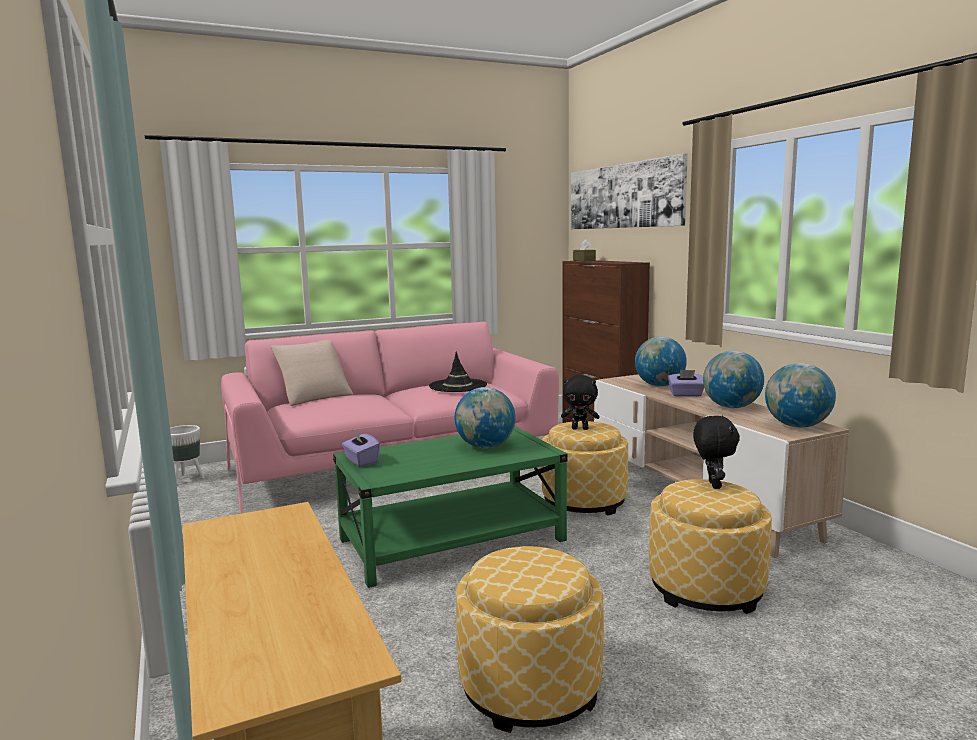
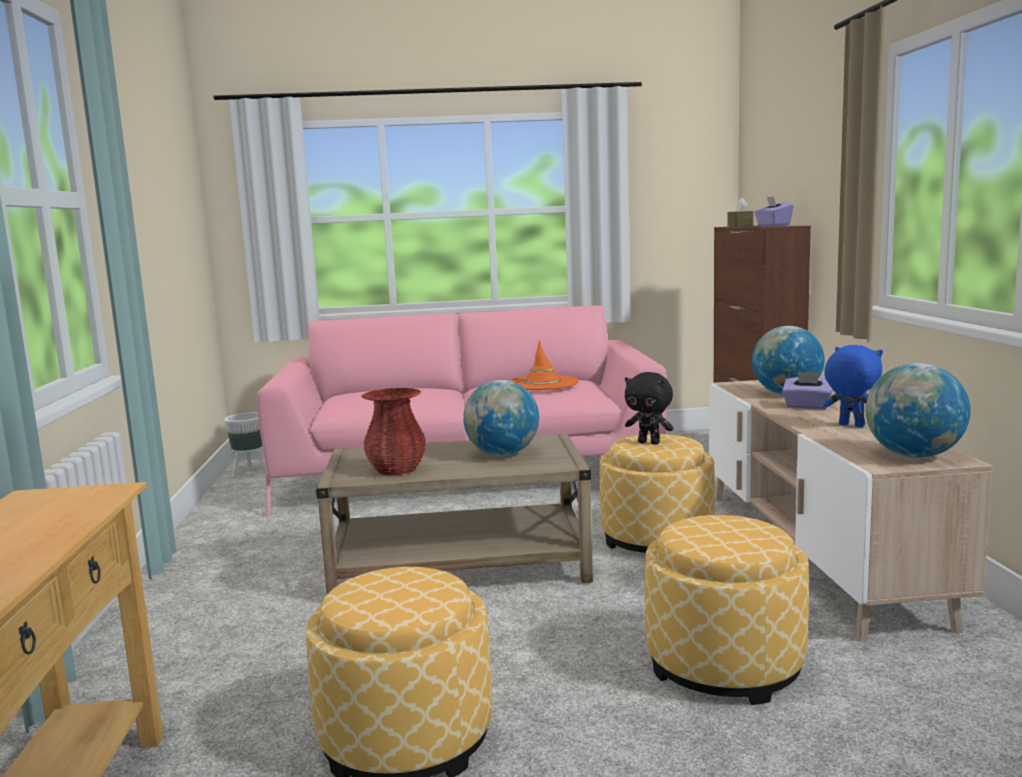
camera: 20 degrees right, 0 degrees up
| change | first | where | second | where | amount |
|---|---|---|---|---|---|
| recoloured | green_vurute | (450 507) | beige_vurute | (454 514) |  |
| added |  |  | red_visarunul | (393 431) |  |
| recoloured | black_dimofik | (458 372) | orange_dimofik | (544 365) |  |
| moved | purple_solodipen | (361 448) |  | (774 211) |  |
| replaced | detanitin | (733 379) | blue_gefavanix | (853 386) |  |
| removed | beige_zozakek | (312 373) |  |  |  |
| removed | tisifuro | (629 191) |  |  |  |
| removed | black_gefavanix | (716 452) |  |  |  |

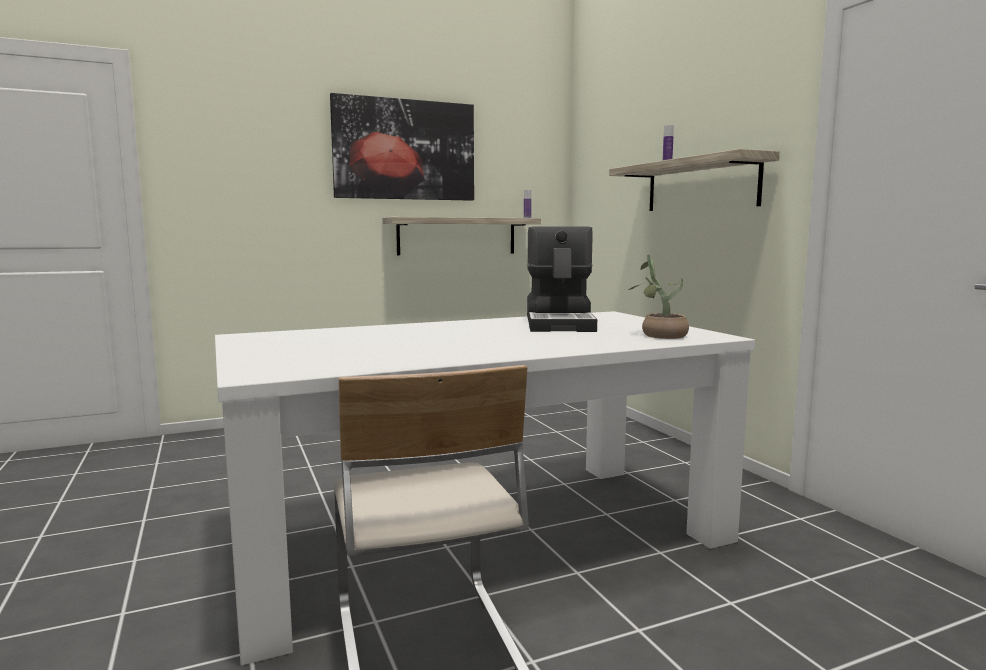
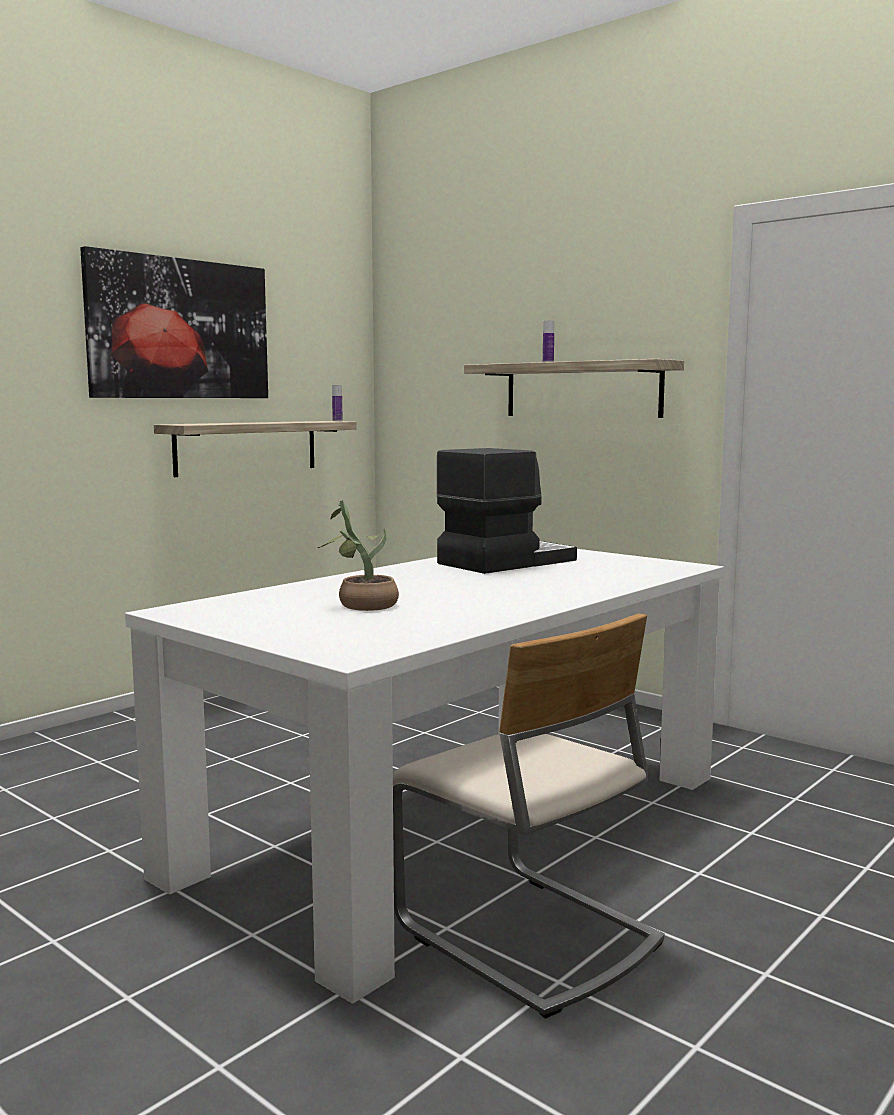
camera: 25 degrees left, 0 degrees up
| change | first | where | second | where | amount |
|---|---|---|---|---|---|
| moved | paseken | (658 297) |  | (358 555) |  |
| turned | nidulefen | (562 279) |  | (506 511) | 105 degrees counterclockwise |

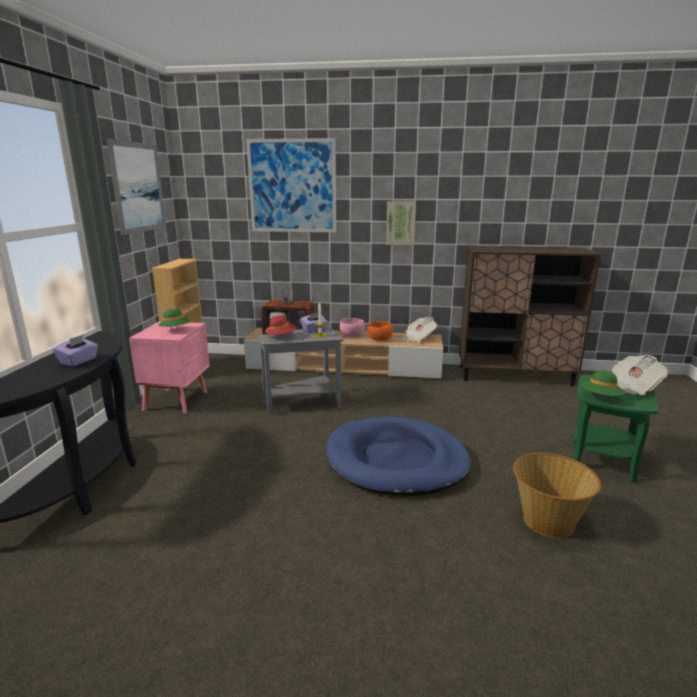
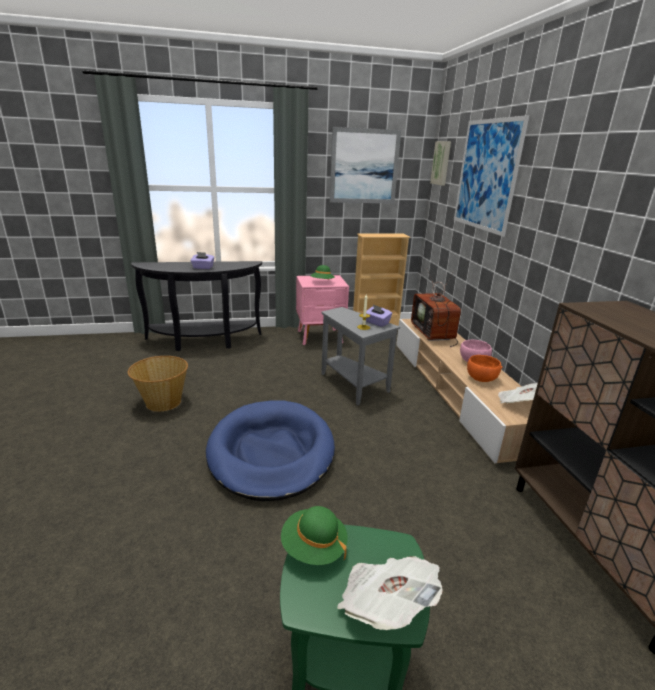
camera: 70 degrees right, 5 degrees up
| change | first | where | second | where | amount |
|---|---|---|---|---|---|
| moved | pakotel | (557 495) |  | (158 383) |  |
| moved | tisifuro | (401 223) |  | (440 163) |  |
| removed | red_dimofik | (281 326) |  |  |  |

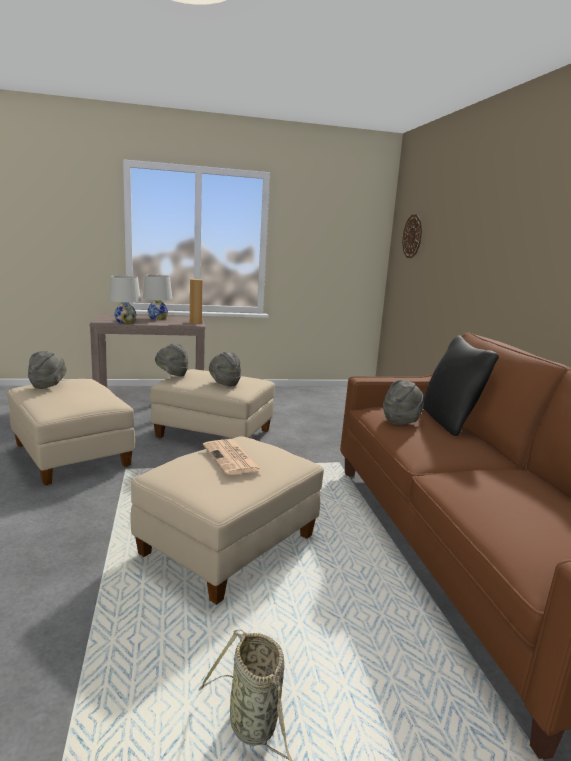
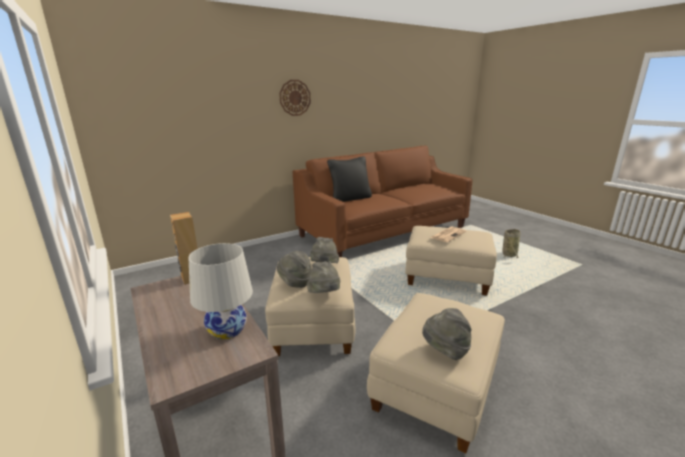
camera: 110 degrees left, 5 degrees up
| change | first | where | second | where | amount |
|---|---|---|---|---|---|
| moved | grey_dimofik | (403 402) |  | (294 269) |  |
| moved | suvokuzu | (412 236) |  | (295 98) |  |
| removed | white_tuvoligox | (157 297) |  |  |  |

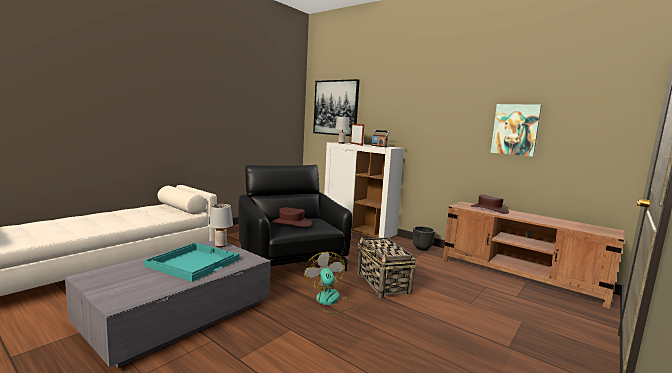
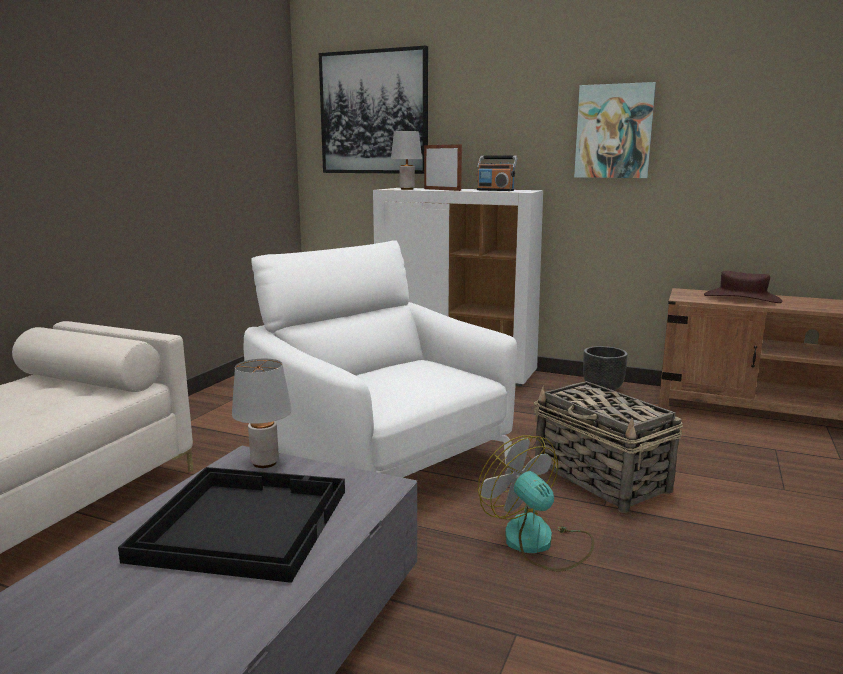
camera: 15 degrees left, 5 degrees up
| change | first | where | second | where | amount |
|---|---|---|---|---|---|
| recoloured | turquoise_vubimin | (191 262) | black_vubimin | (231 525) |  |
| recoloured | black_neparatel | (295 218) | white_neparatel | (380 359) |  |
| moved | tisifuro | (516 130) |  | (615 130) |  |
| removed | brown_dimofik | (292 217) |  |  |  |

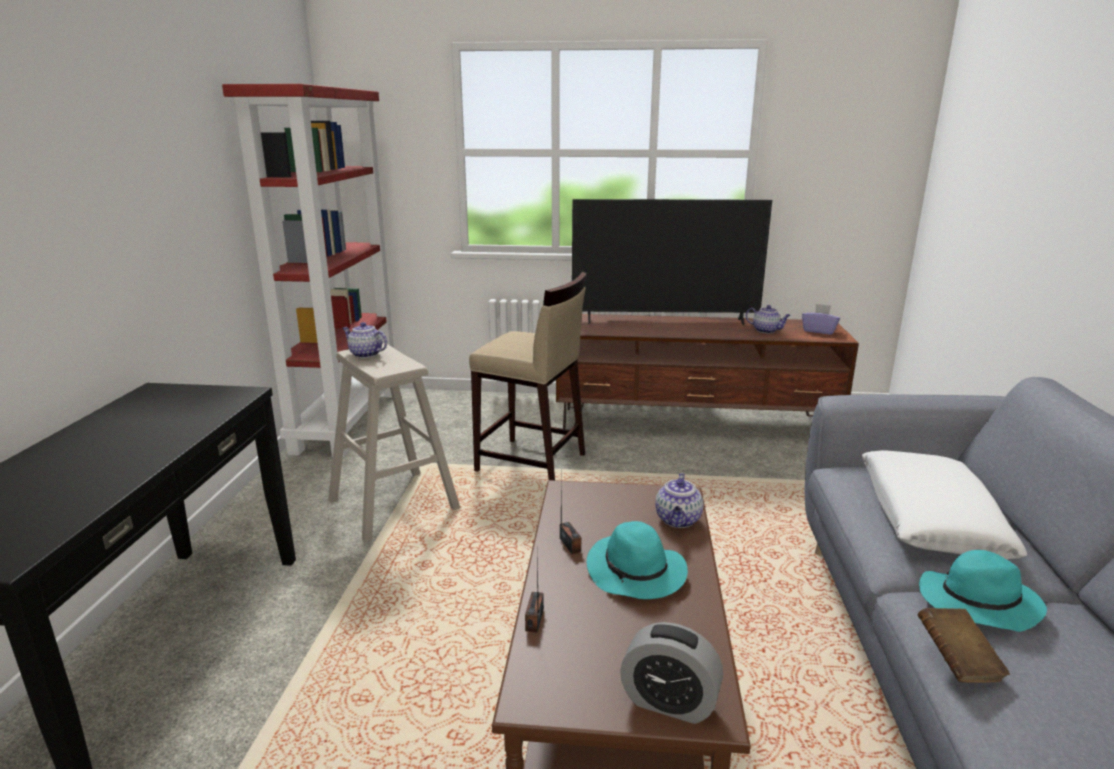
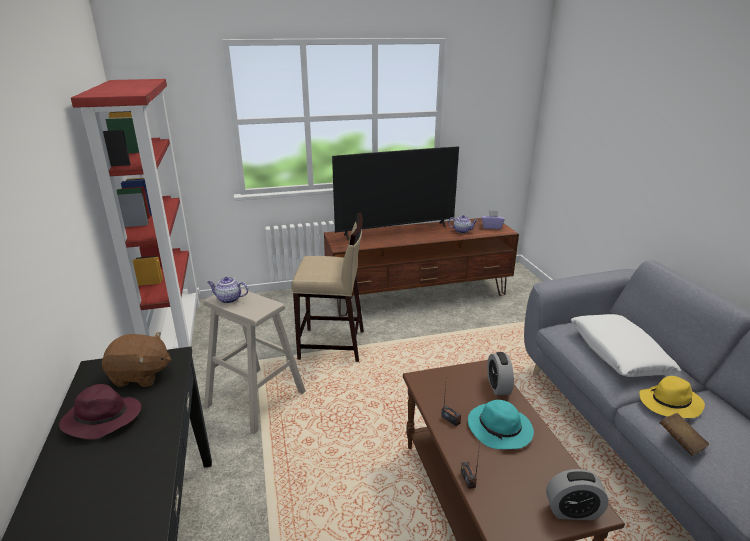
camera: 20 degrees left, 5 degrees up
| change | first | where | second | where | amount |
|---|---|---|---|---|---|
| added |  |  | purple_dimofik | (100 412) |  |
| added |  |  | brown_gefavanix | (136 359) |  |
| replaced | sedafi | (679 500) | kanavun | (500 373) |  |
| recoloured | turquoise_dimofik | (983 591) | yellow_dimofik | (672 397) |  |

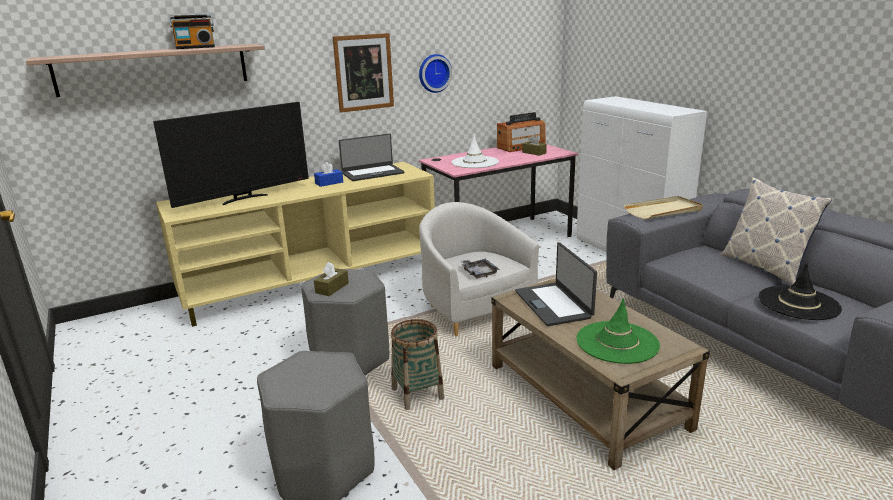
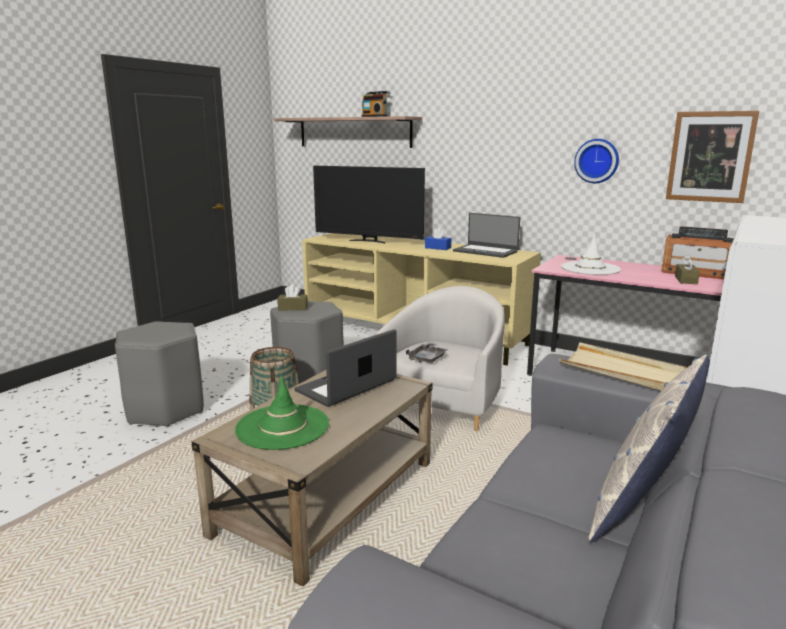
camera: 60 degrees right, 5 degrees down
| change | first | where | second | where | amount |
|---|---|---|---|---|---|
| moved | tisifuro | (363 73) |  | (712 157) |  |
| removed | black_dimofik | (800 291) |  |  |  |

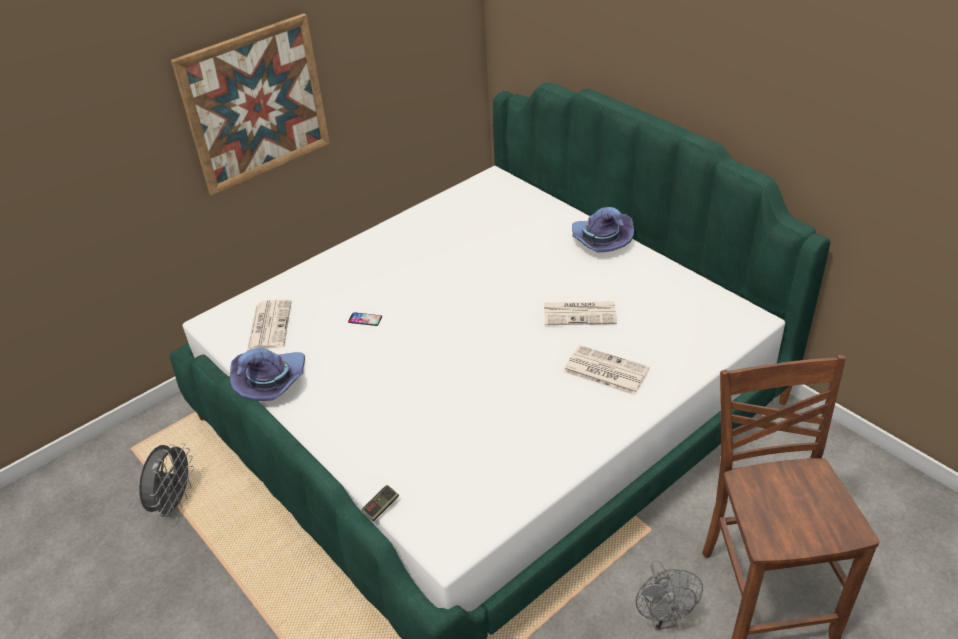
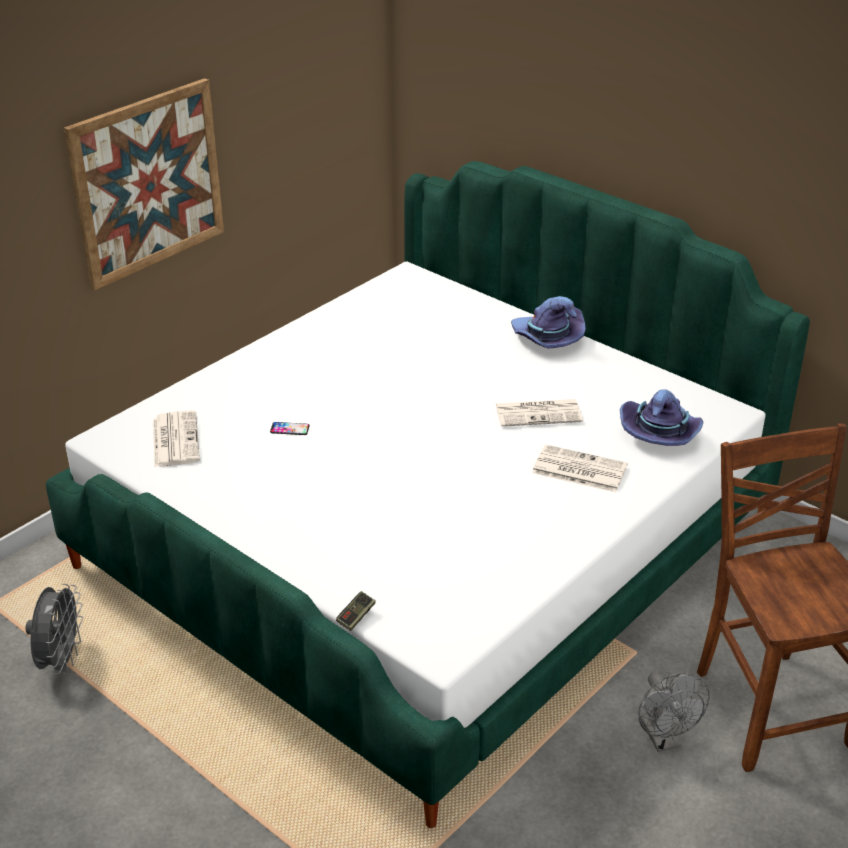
camera: 10 degrees left, 5 degrees down
| change | first | where | second | where | amount |
|---|---|---|---|---|---|
| moved | purple_dimofik | (267 374) |  | (661 417) |  |

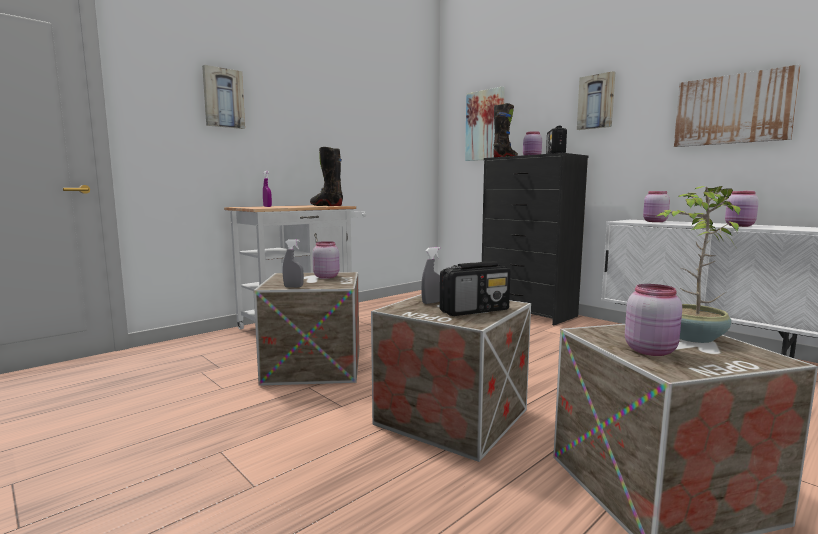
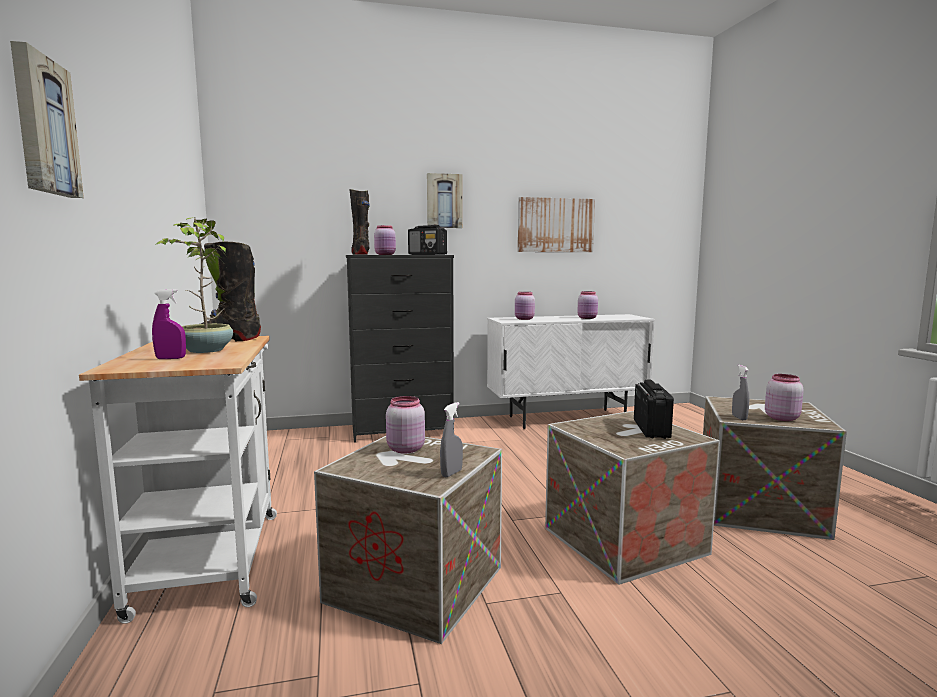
camera: 60 degrees left, 0 degrees up
| change | first | where | second | where | amount |
|---|---|---|---|---|---|
| moved | paseken | (699 264) |  | (194 285) |  |
| moved | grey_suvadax | (431 275) |  | (740 392) |  |
| removed | tisifuro | (485 124) |  |  |  |

